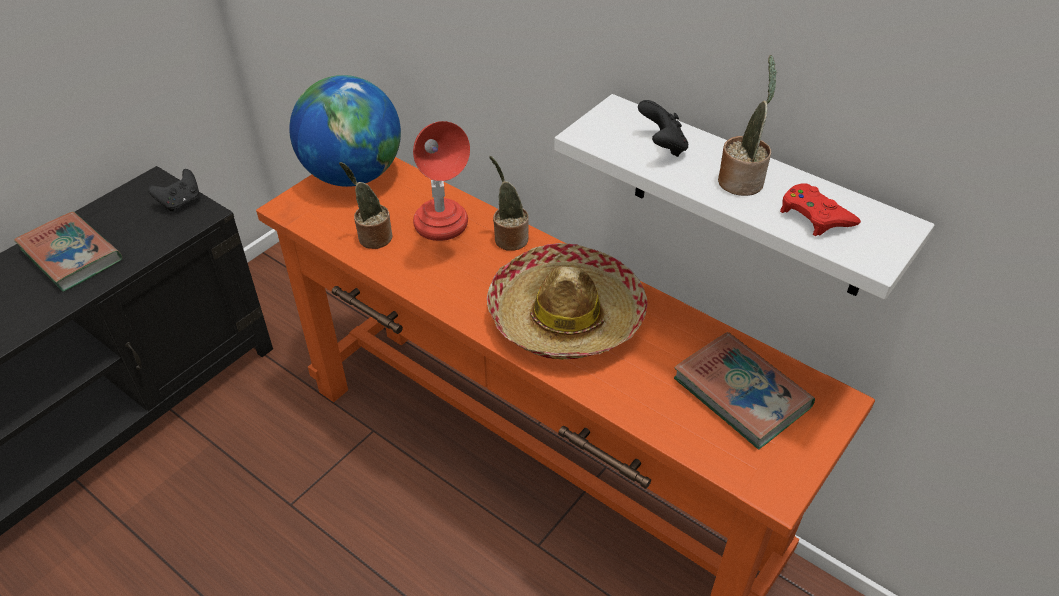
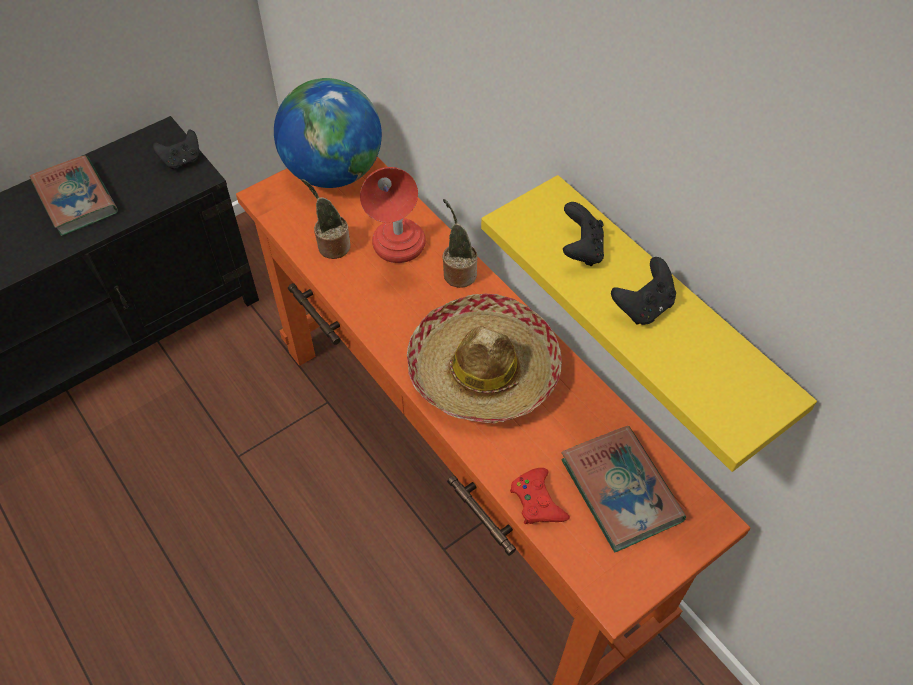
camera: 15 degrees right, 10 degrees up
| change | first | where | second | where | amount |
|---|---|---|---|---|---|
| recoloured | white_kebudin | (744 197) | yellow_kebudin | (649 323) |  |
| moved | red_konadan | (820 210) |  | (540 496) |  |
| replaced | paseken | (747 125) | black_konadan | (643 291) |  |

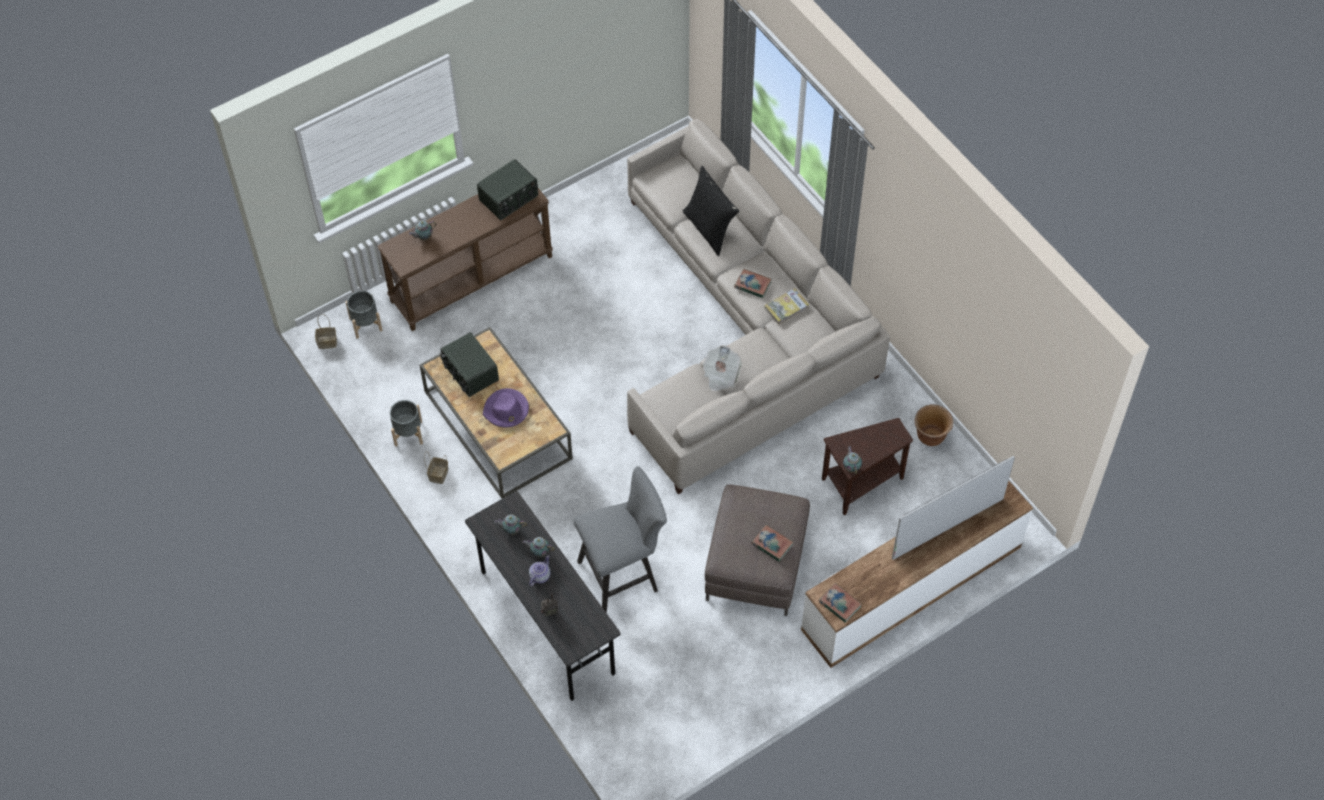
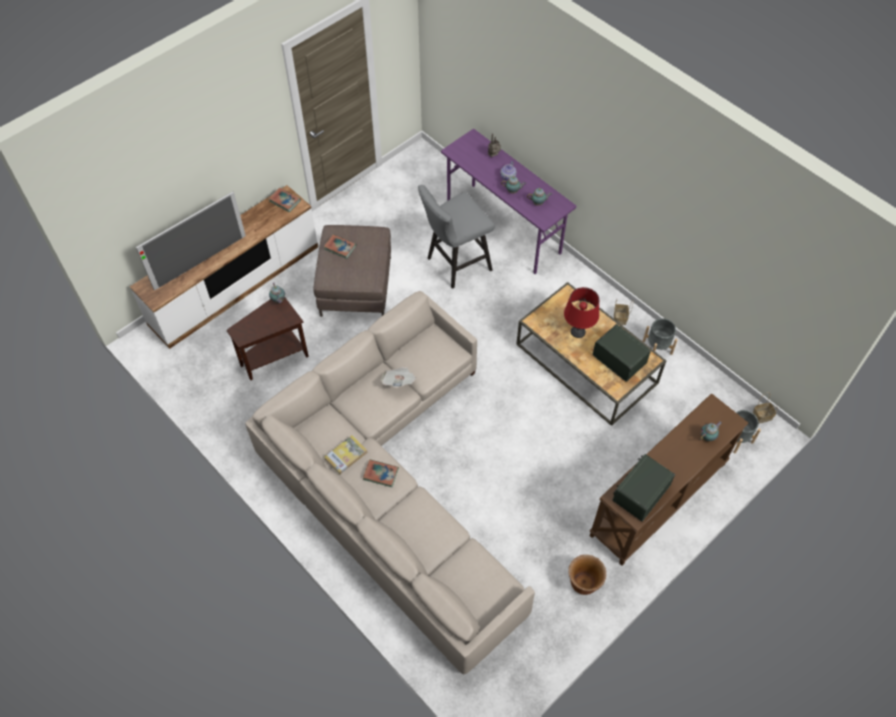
camera: 170 degrees right, 0 degrees up
| change | first | where | second | where | amount |
|---|---|---|---|---|---|
| recoloured | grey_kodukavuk | (543 596) | purple_kodukavuk | (508 201) |  |
| replaced | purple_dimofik | (506 407) | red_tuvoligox | (581 312) |  |
| moved | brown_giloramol | (934 425) |  | (587 575) |  |
| removed | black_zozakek | (711 211) |  |  |  |

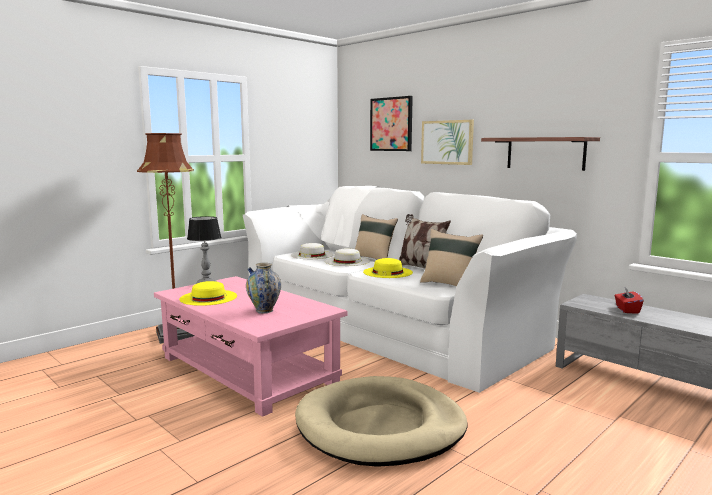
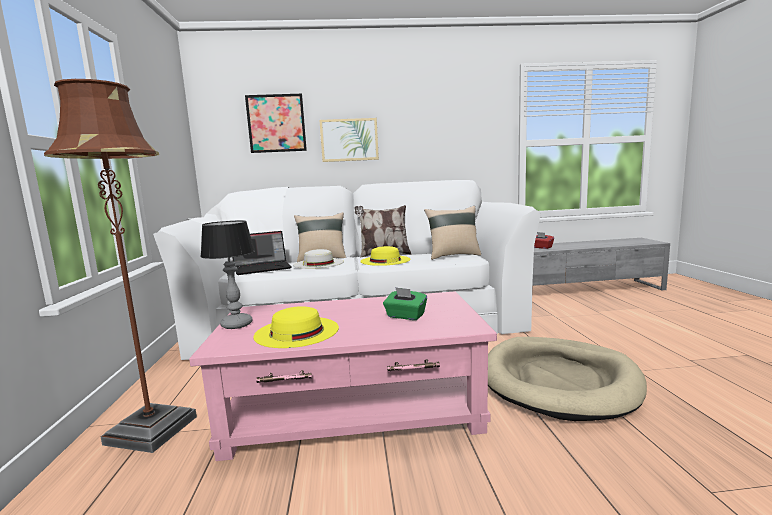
camera: 50 degrees left, 0 degrees up
| change | first | where | second | where | amount |
|---|---|---|---|---|---|
| replaced | white_dimofik | (312 251) | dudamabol | (262 253) |  |
| replaced | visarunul | (263 288) | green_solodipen | (405 303) |  |
| removed | kebudin | (540 154) |  |  |  |

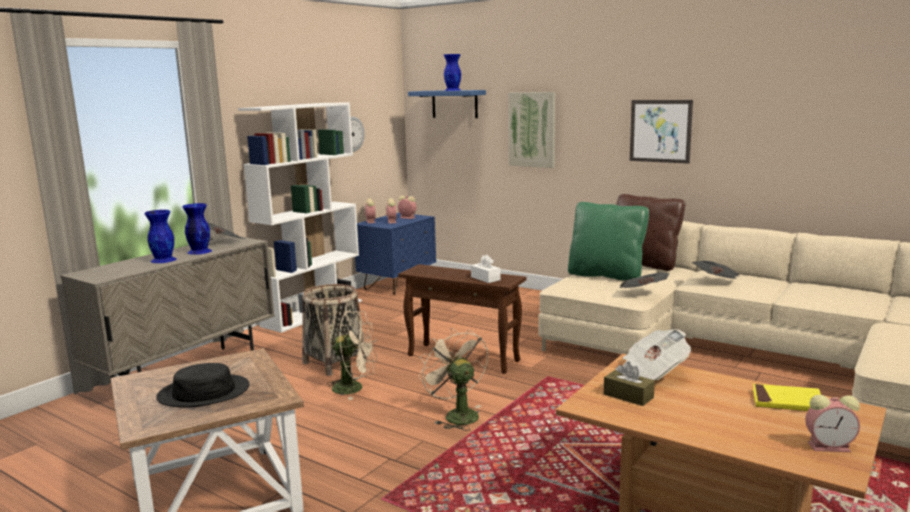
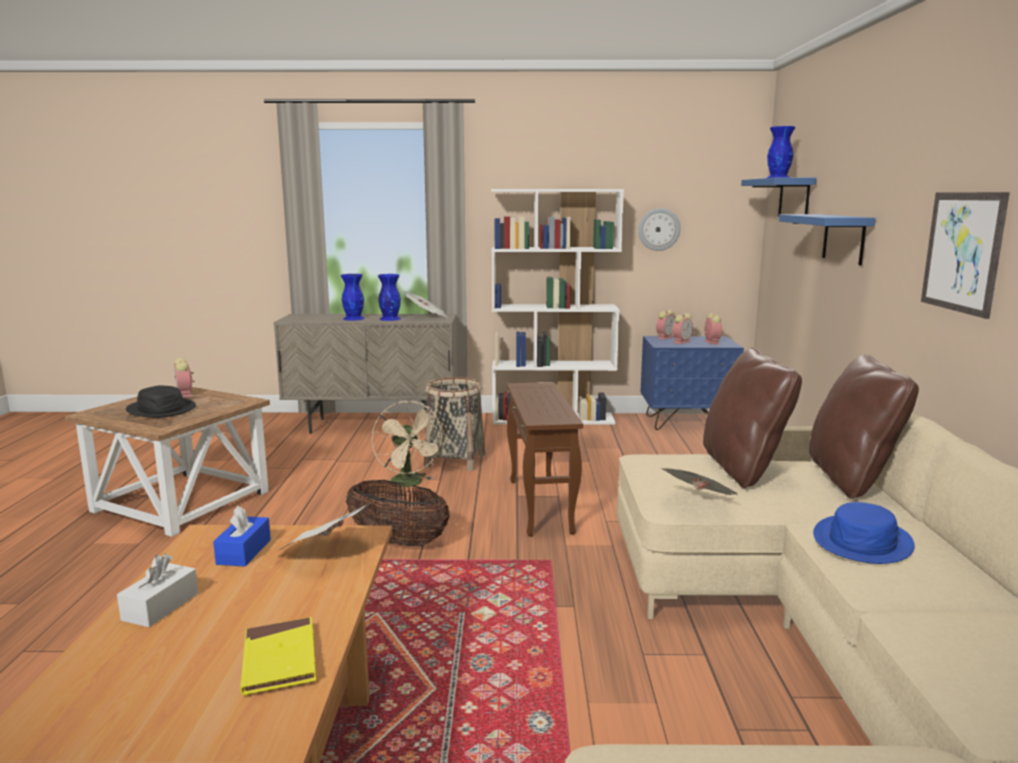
camera: 55 degrees right, 0 degrees up
| change | first | where | second | where | amount |
|---|---|---|---|---|---|
| moved | white_solodipen | (486 269) |  | (157 590) |  |
| moved | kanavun | (832 423) |  | (184 378) |  |
| recoloured | brown_solodipen | (629 384) | blue_solodipen | (242 536) |  |
| replaced | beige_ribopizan | (453 379) | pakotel | (398 513) |  |
| recoloured | green_zozakek | (608 241) | brown_zozakek | (752 418) |  |
| replaced | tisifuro | (531 130) | blue_kebudin | (827 239) |  |
| replaced | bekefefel | (715 270) | blue_dimofik | (864 533) |  |

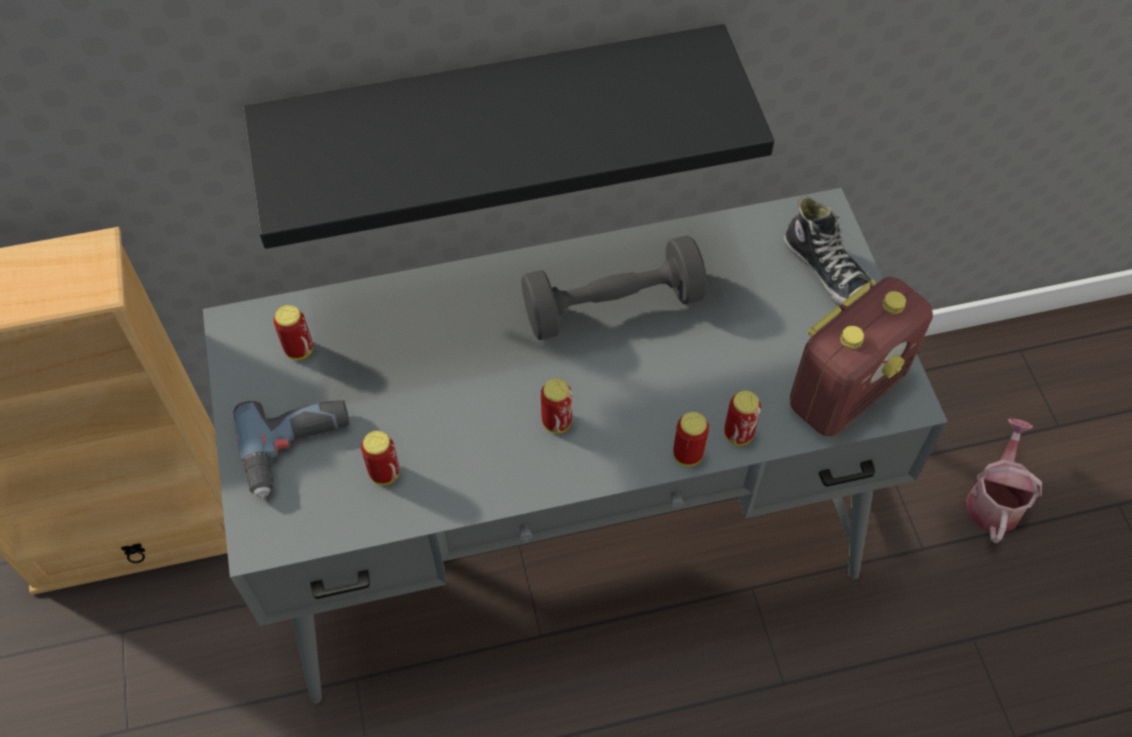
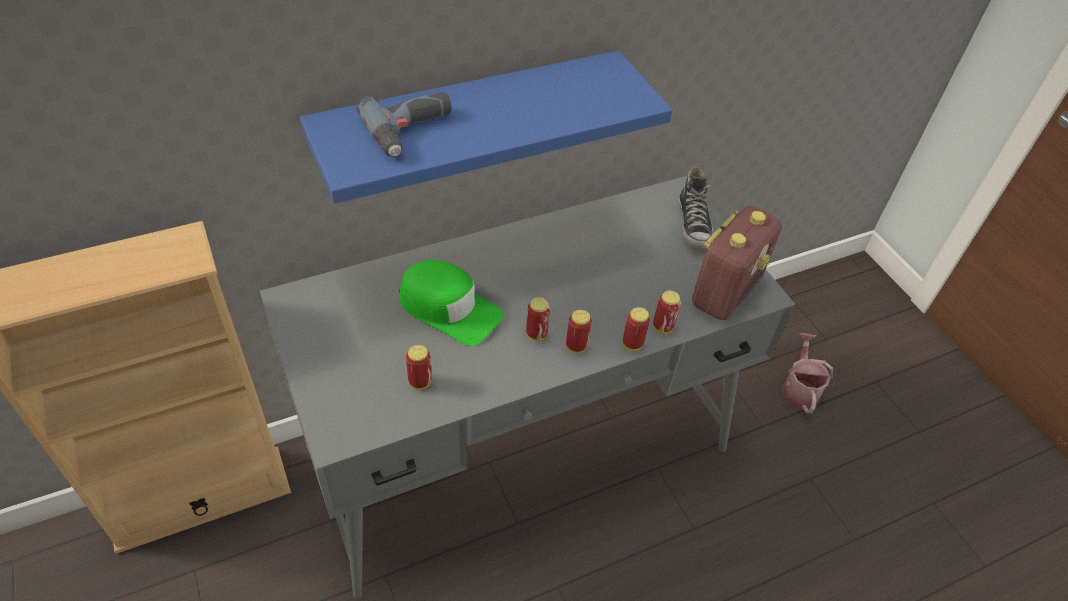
camera: 15 degrees left, 10 degrees down
| change | first | where | second | where | amount |
|---|---|---|---|---|---|
| recoloured | black_kebudin | (508 136) | blue_kebudin | (486 127) |  |
| moved | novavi | (291 449) |  | (404 124) |  |
| added |  |  | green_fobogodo | (451 303) |  |
| moved | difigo | (293 332) |  | (579 331) |  |
| turned | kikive | (830 251) |  | (696 207) | 45 degrees clockwise |
| removed | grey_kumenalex | (614 287) |  |  |  |

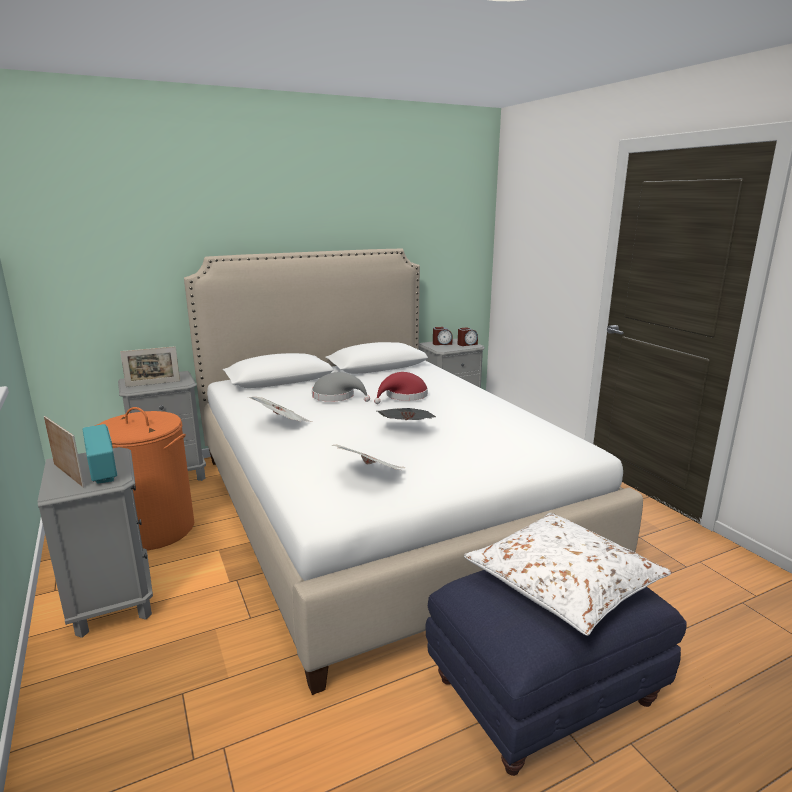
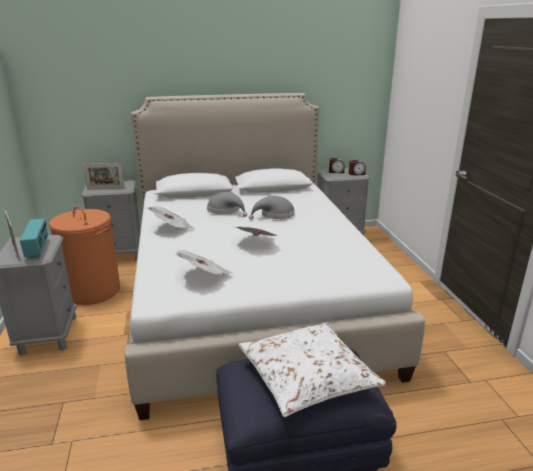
camera: 15 degrees right, 5 degrees up
| change | first | where | second | where | amount |
|---|---|---|---|---|---|
| recoloured | red_dimofik | (401 388) | grey_dimofik | (272 208) |  |

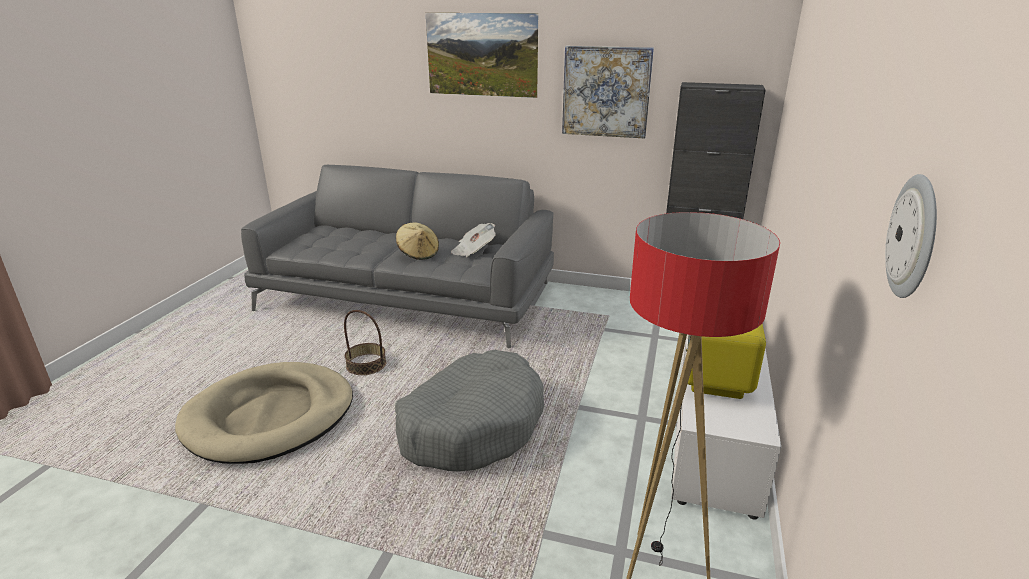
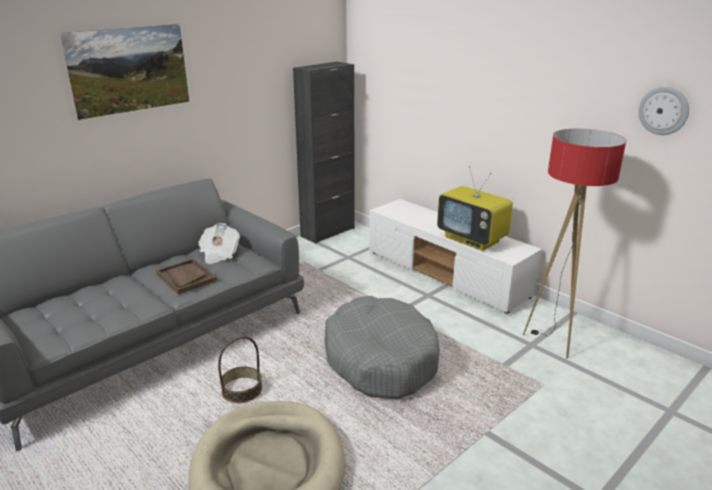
camera: 60 degrees left, 0 degrees up
| change | first | where | second | where | amount |
|---|---|---|---|---|---|
| replaced | beige_dimofik | (417 241) | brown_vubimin | (186 276) |  |
| removed | tisifuro | (608 92) |  |  |  |

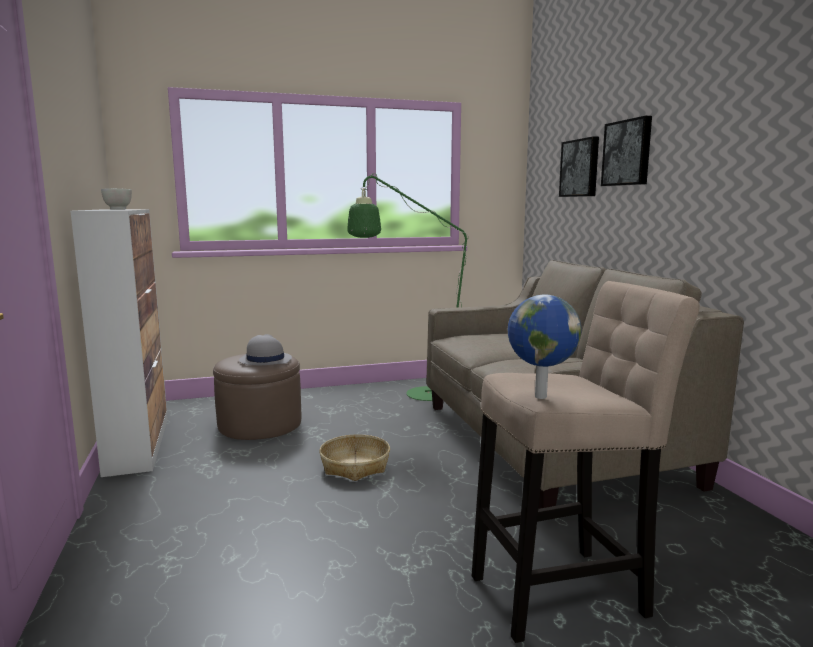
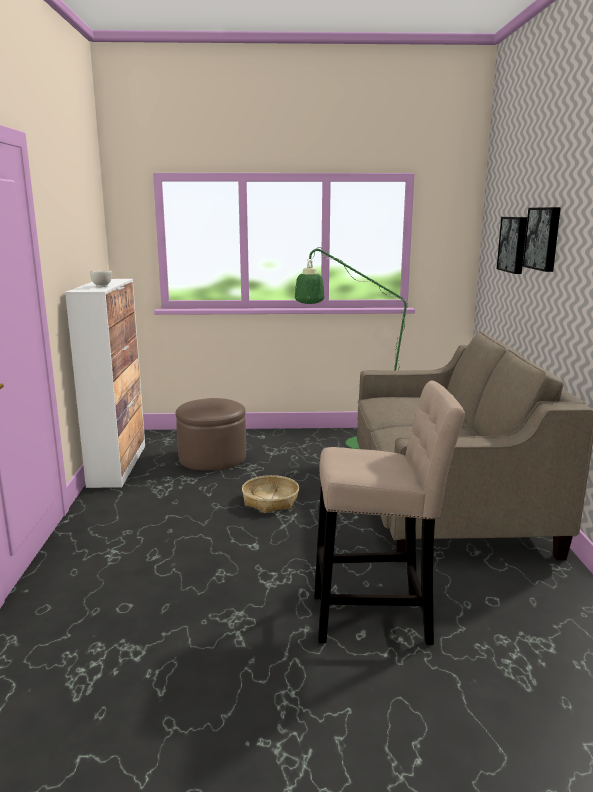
camera: 15 degrees right, 5 degrees up
| change | first | where | second | where | amount |
|---|---|---|---|---|---|
| removed | grey_dimofik | (265 349) |  |  |  |
| removed | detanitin | (544 347) |  |  |  |

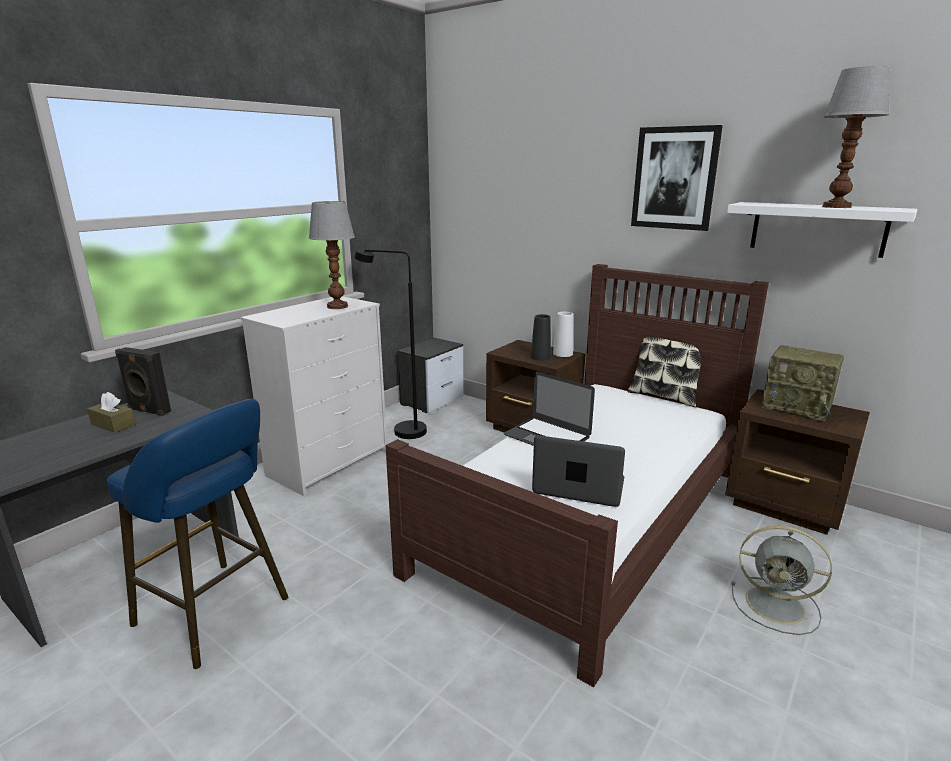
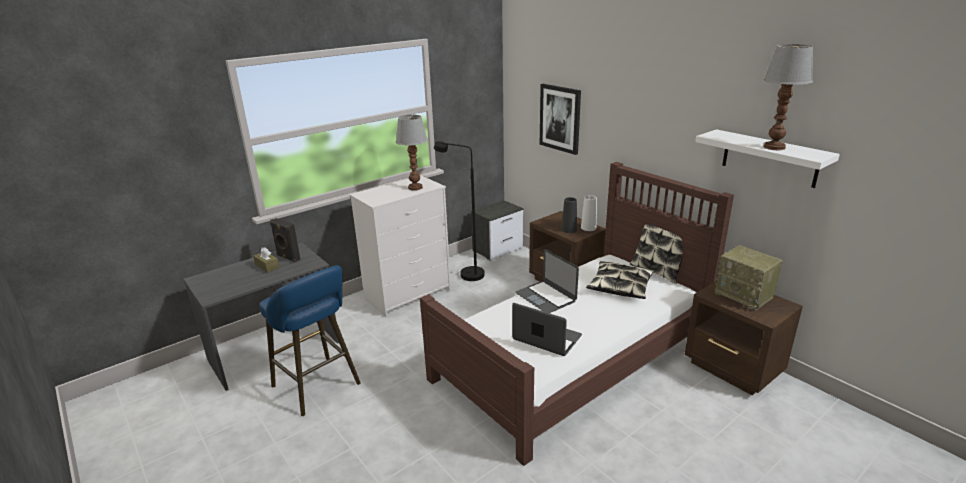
camera: 15 degrees right, 5 degrees up
| change | first | where | second | where | amount |
|---|---|---|---|---|---|
| moved | tisifuro | (677 178) |  | (560 119) |  |
| added |  |  | zozakek | (620 280) |  |
| removed | grey_ribopizan | (781 580) |  |  |  |

